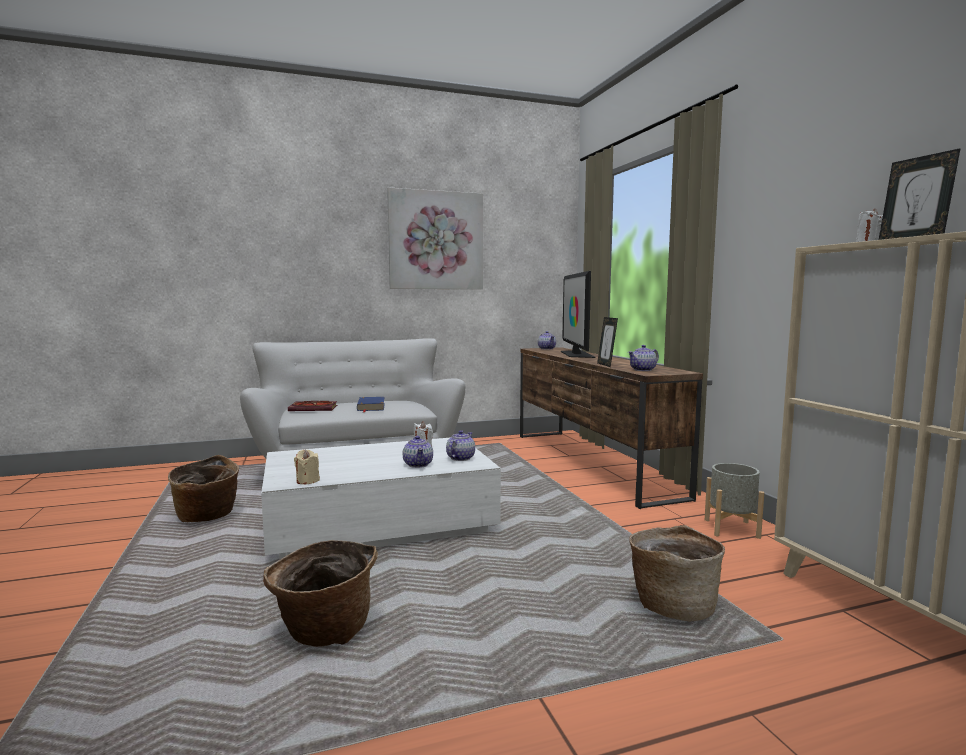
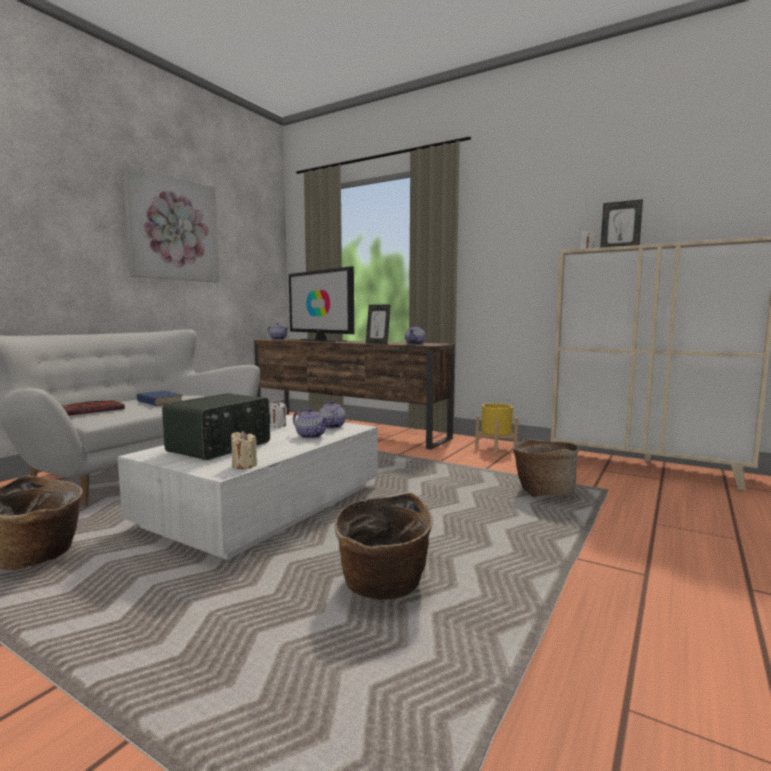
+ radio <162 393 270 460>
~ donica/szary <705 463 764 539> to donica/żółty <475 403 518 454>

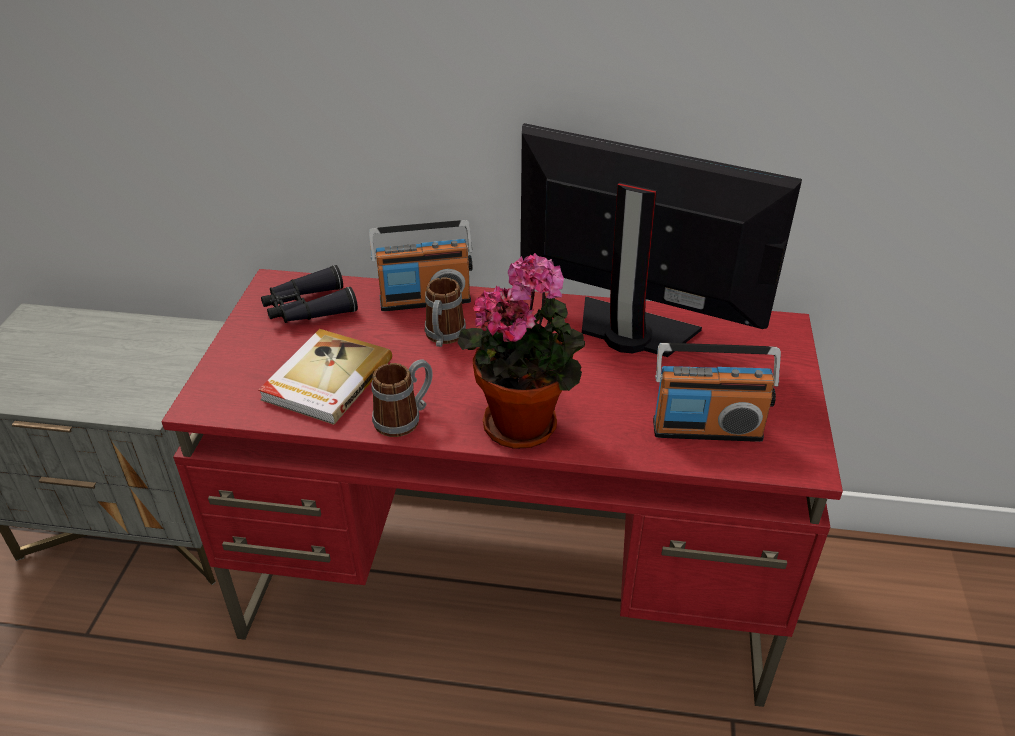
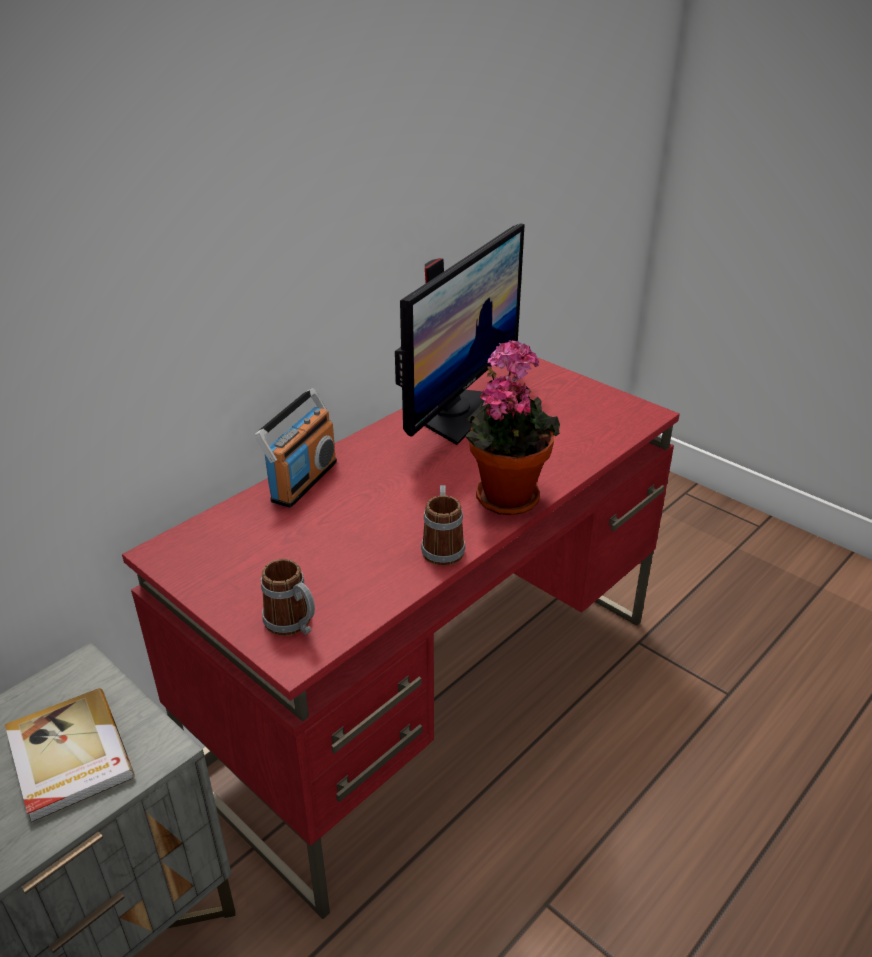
- lornetka/czarny <261 265 358 323>
- radio <653 343 781 442>
~ książka <258 329 392 425> to <5 688 135 823>
~ kubek <425 277 466 347> to <261 559 315 636>
~ monitor <520 123 802 357> = <395 223 525 445> 150 degrees clockwise

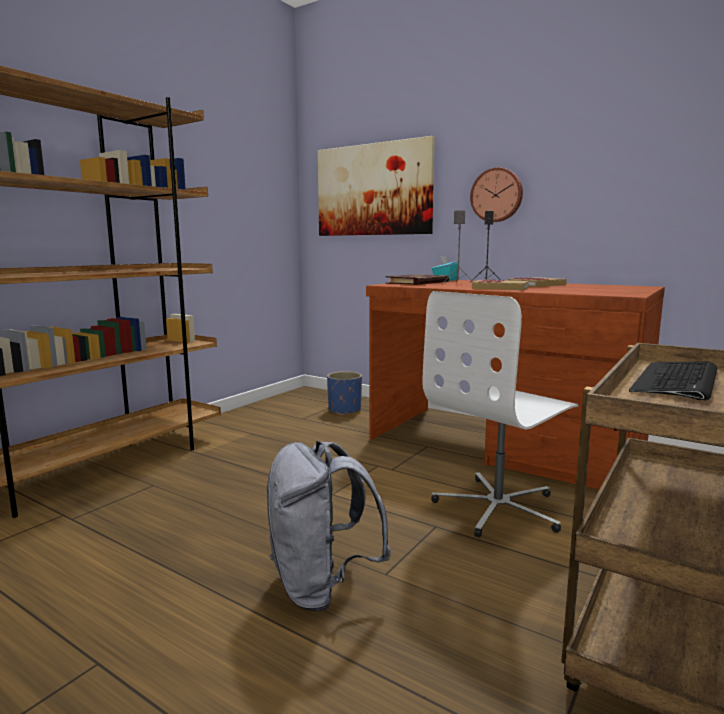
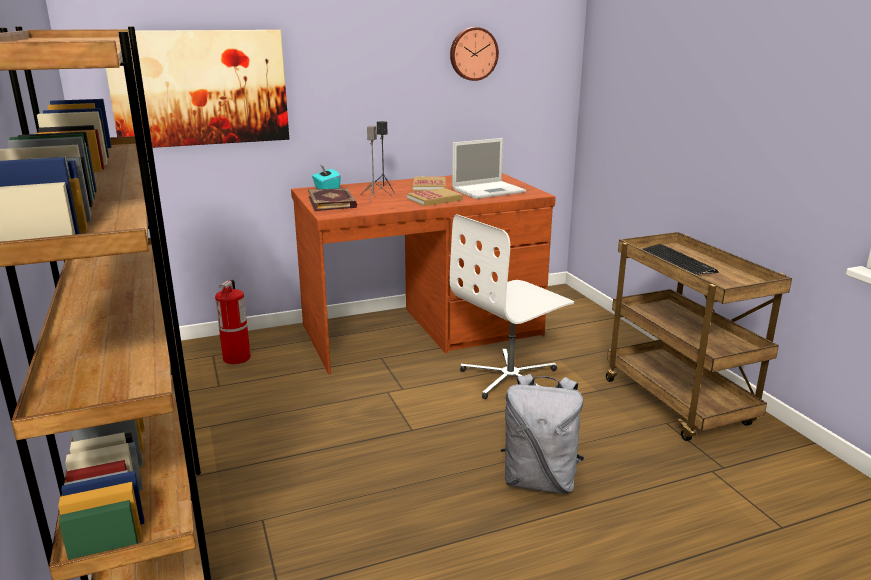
+ laptop <452 138 526 199>
~ zegar ścienny <470 168 523 222> to <450 27 499 81>
~ donica/niebieski <327 371 362 415> to gaśnica <215 280 251 364>
~ krzesło biurowe/biały <422 291 579 537> = <450 214 574 399> 60 degrees clockwise

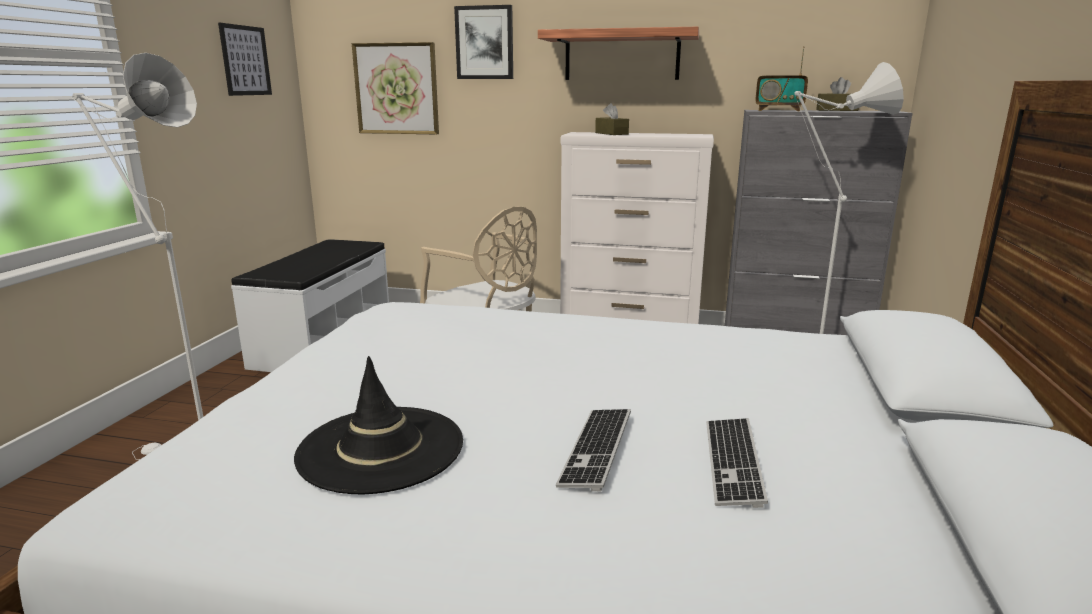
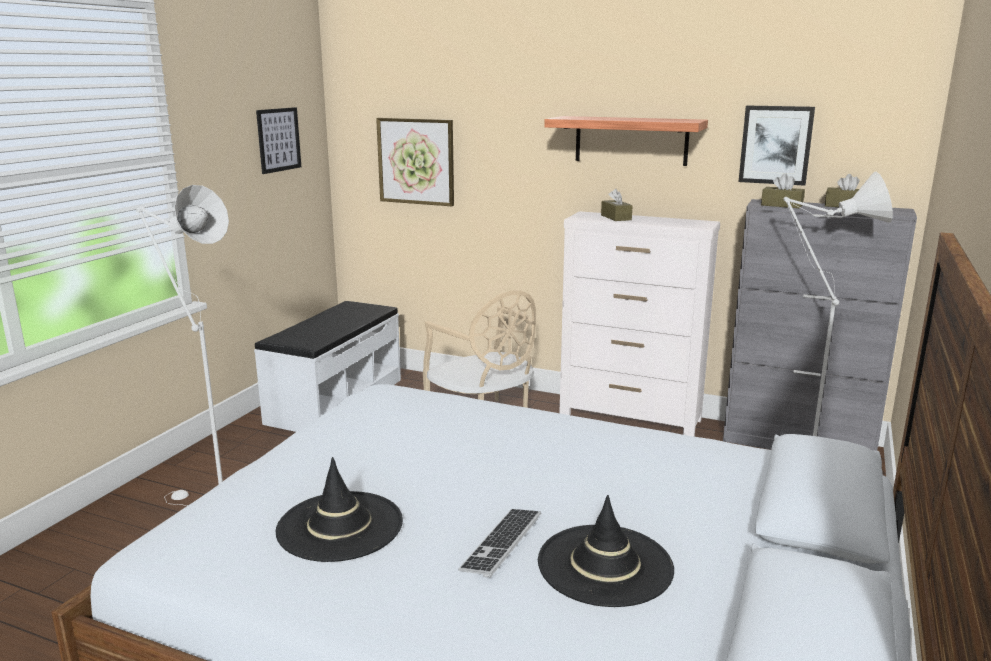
~ obraz <454 5 513 79> to <739 105 815 186>
~ klawiatura <706 418 768 508> to kapelusz/czarny <538 495 674 607>
~ radio <755 46 808 111> to pudełko chusteczek/brązowy <761 173 805 208>

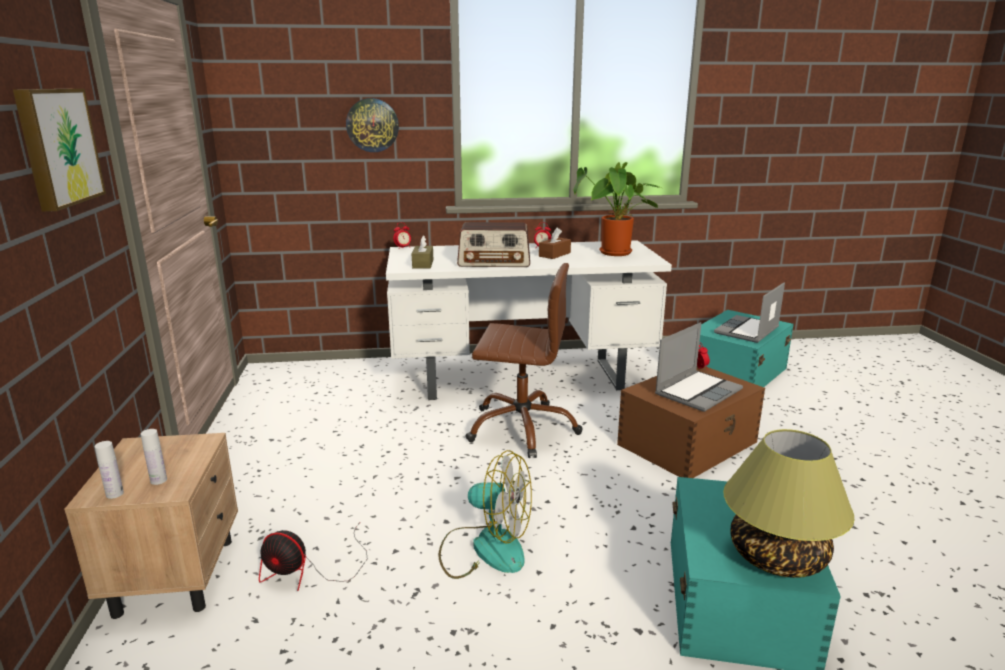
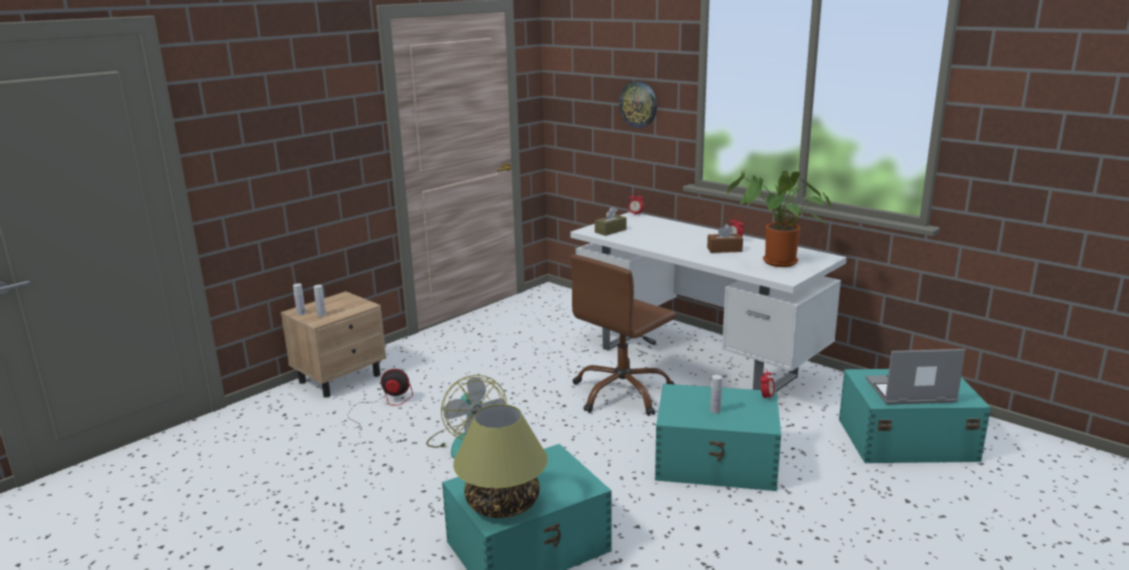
- obraz <13 89 106 212>
- radio <457 222 530 267>
~ laptop <655 322 743 412> to butelka/biały <710 375 722 413>
~ pojemnik do przechowywania/brązowy <617 366 765 478> to pojemnik do przechowywania/turkusowy <655 384 781 491>
~ wentylator <259 524 367 591> = <348 369 413 432> 120 degrees clockwise
~ krzesło biurowe/brązowy <465 263 583 458> = <570 254 676 416> 75 degrees clockwise

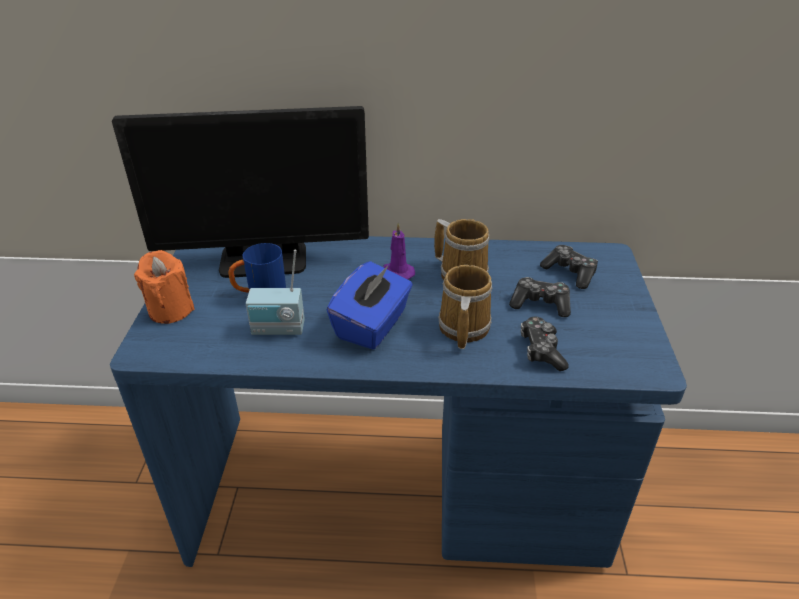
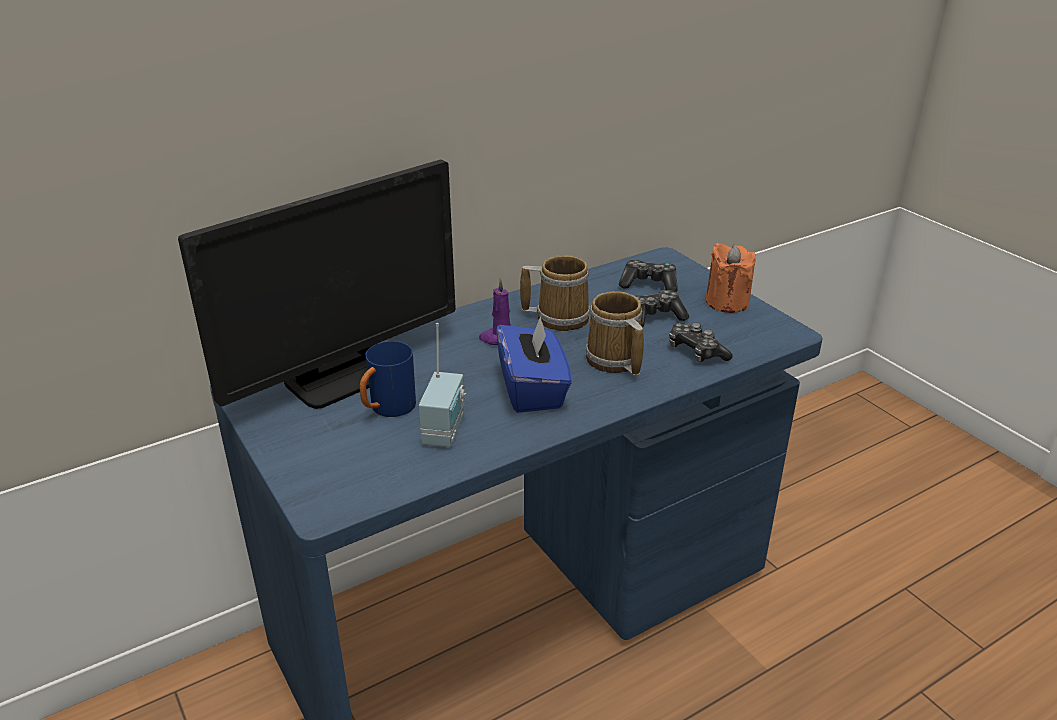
~ świeca/pomarańczowy <134 250 195 324> to <705 243 756 313>
~ radio <246 250 305 335> = <419 323 467 447> 45 degrees counterclockwise

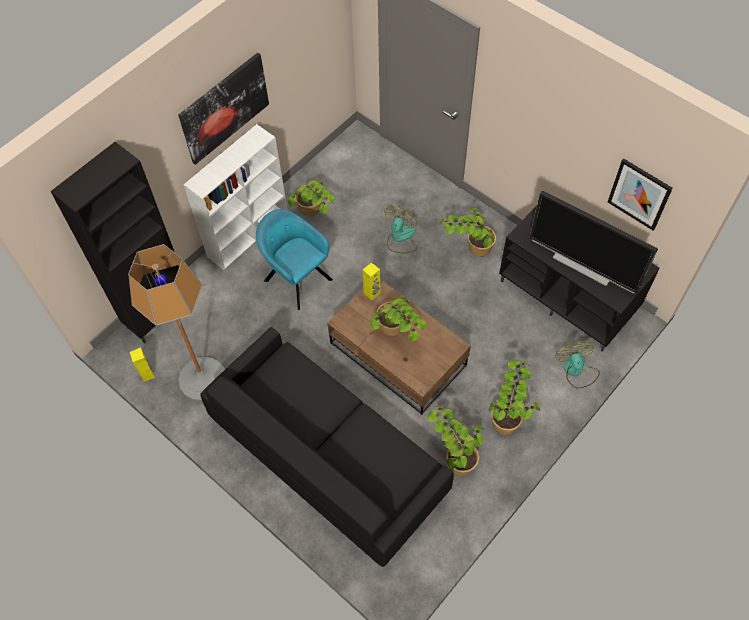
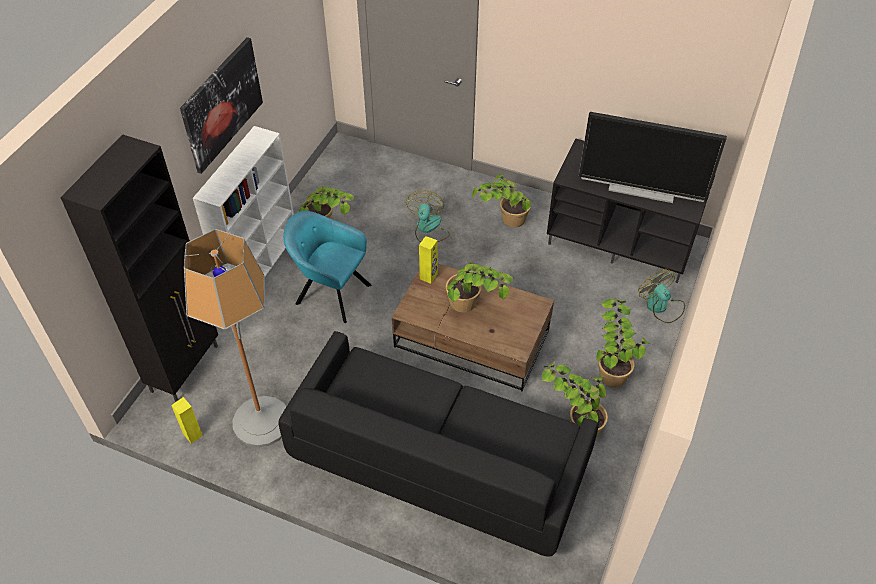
- obraz <608 158 673 231>

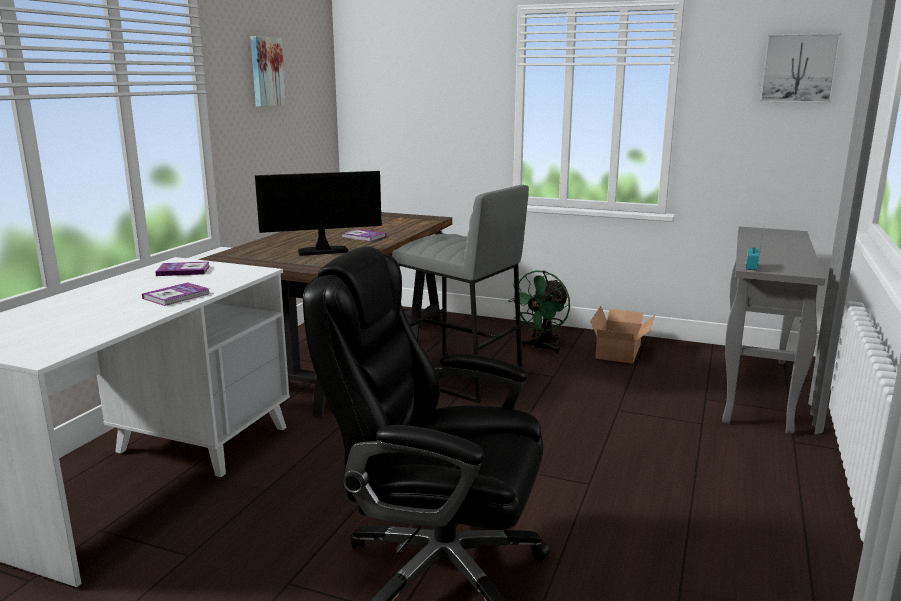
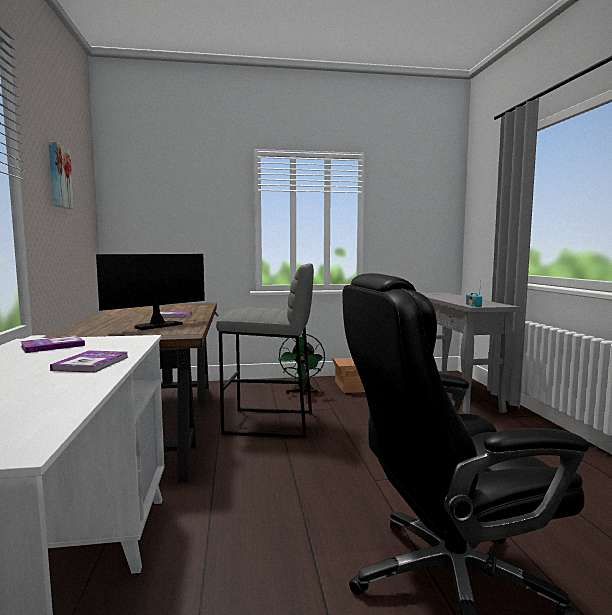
- obraz <760 33 841 103>

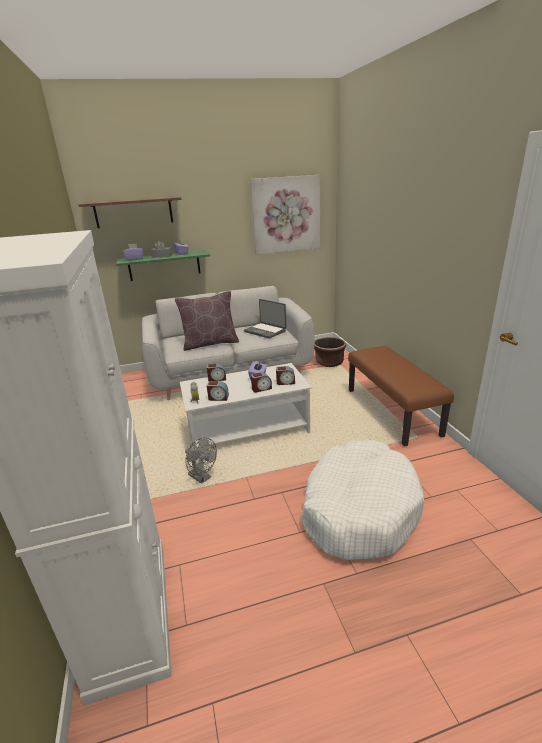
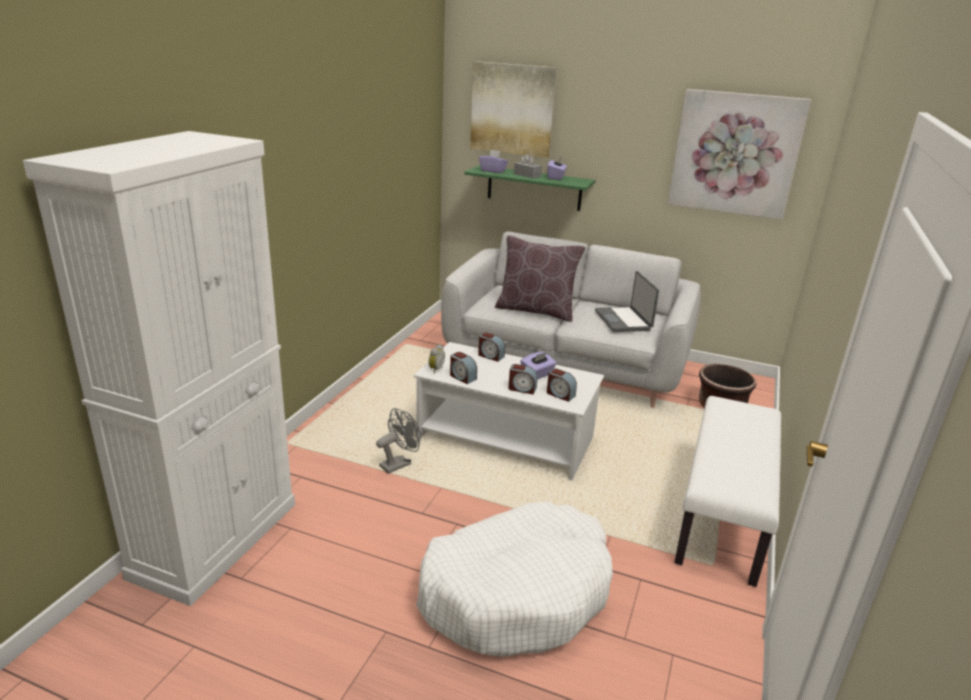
~ półka/brązowy <78 196 181 228> to obraz <470 61 556 158>
~ ławka/brązowy <348 346 454 446> to ławka/biały <674 396 781 587>
~ wentylator/szary <185 437 217 484> = <376 408 421 474> 120 degrees counterclockwise

